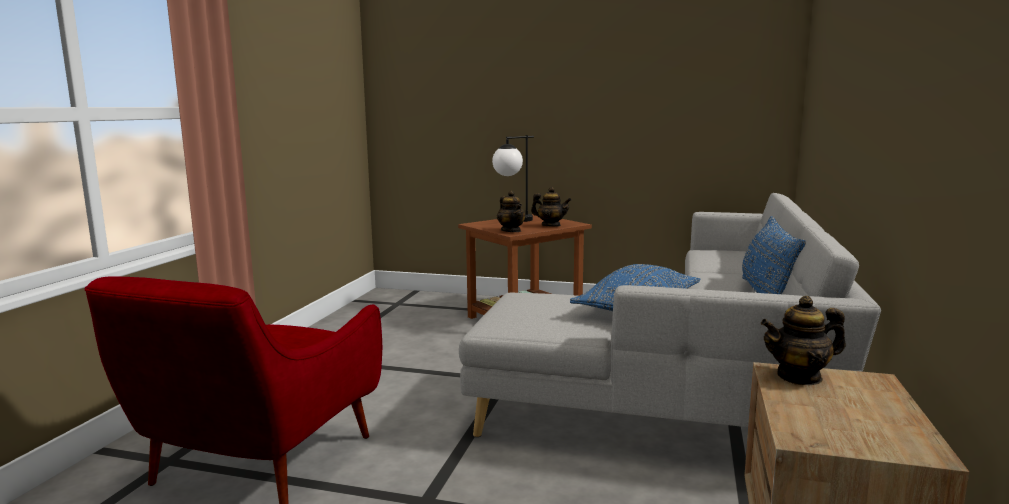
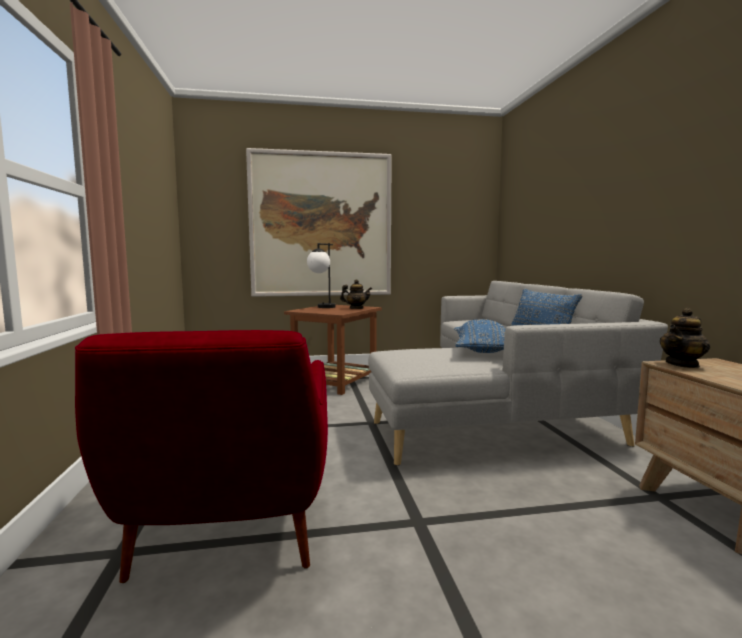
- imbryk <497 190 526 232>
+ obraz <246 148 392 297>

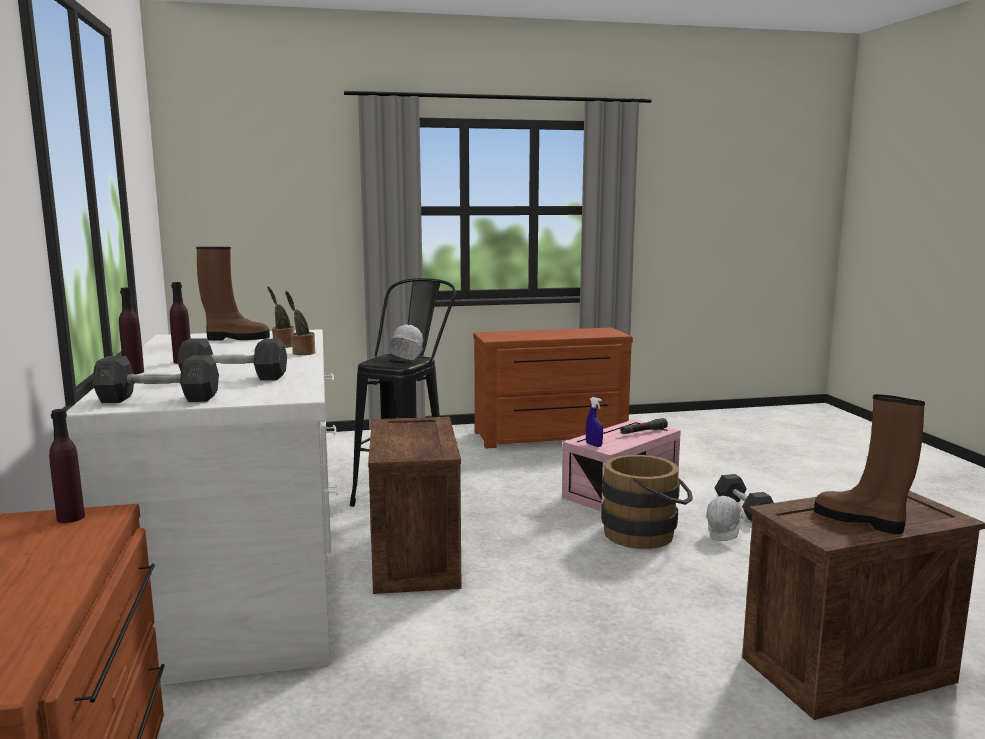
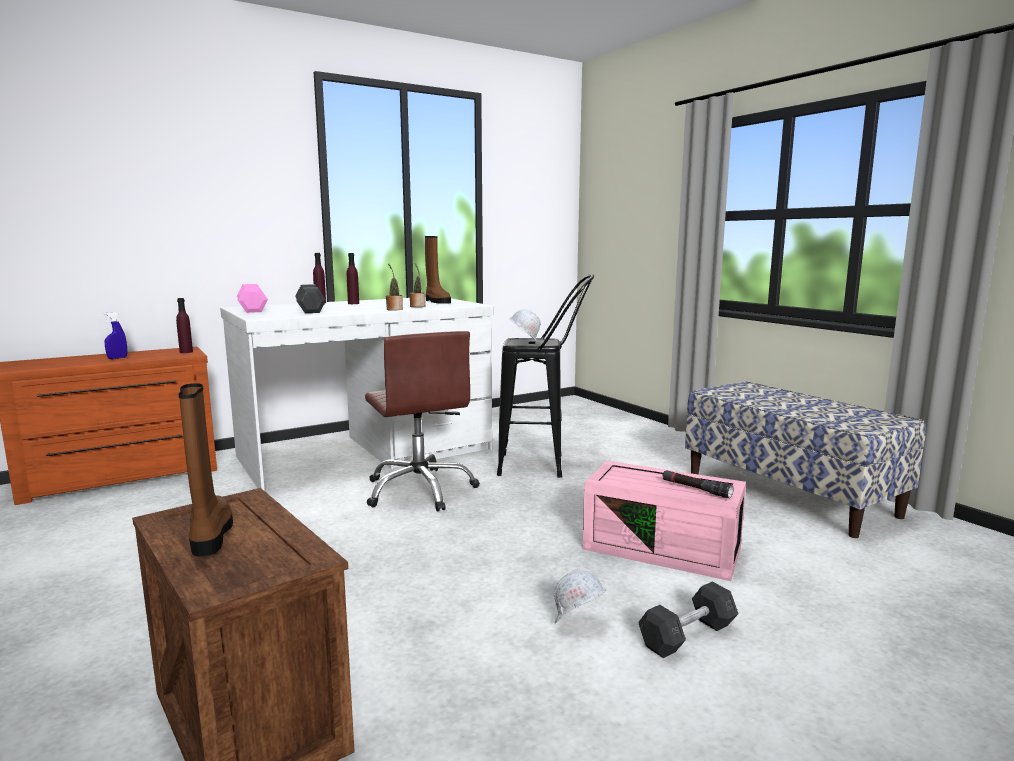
- wiadro/brązowy <601 455 693 549>
~ spryskiwacz/niebieski <586 397 603 447> to <103 312 128 359>
~ skrzynka <368 417 462 594> to krzesło biurowe/brązowy <365 331 480 512>
~ komoda/brązowy <473 327 633 448> to ławka <685 382 926 538>
~ hantel/szary <92 355 219 403> to hantel/różowy <237 284 268 313>
~ but z cholewką/brązowy <814 394 925 534> = <178 383 233 556> 45 degrees counterclockwise

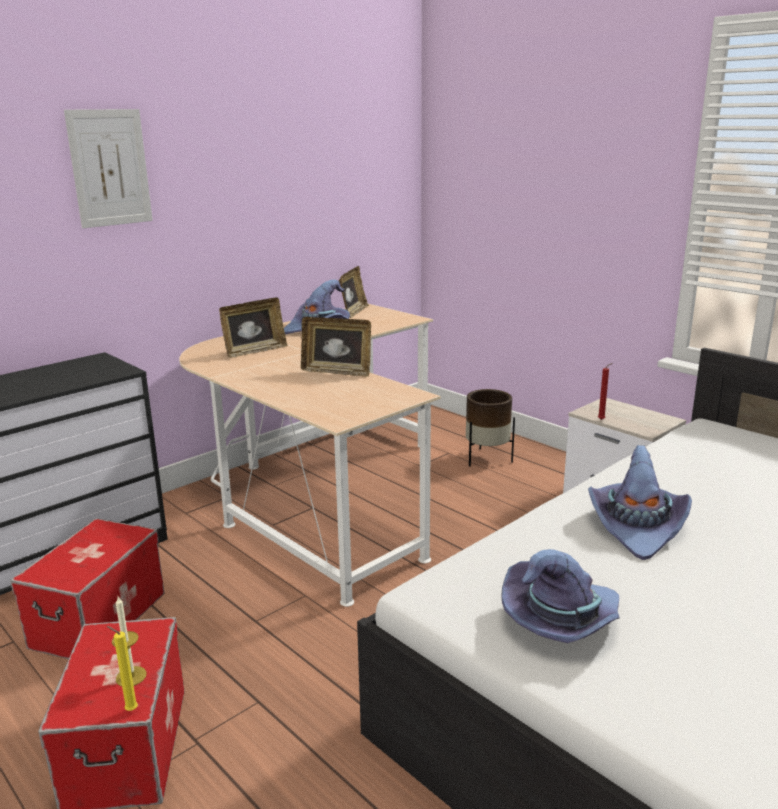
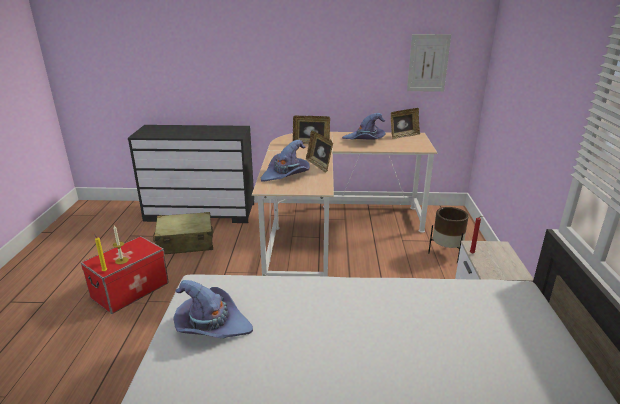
~ obraz <64 109 153 228> to <407 34 451 92>
~ kapelusz/fioletowy <588 445 692 560> to <261 140 310 182>
~ pojemnik do przechowywania <10 518 164 659> to walizka/beżowy <153 212 213 254>

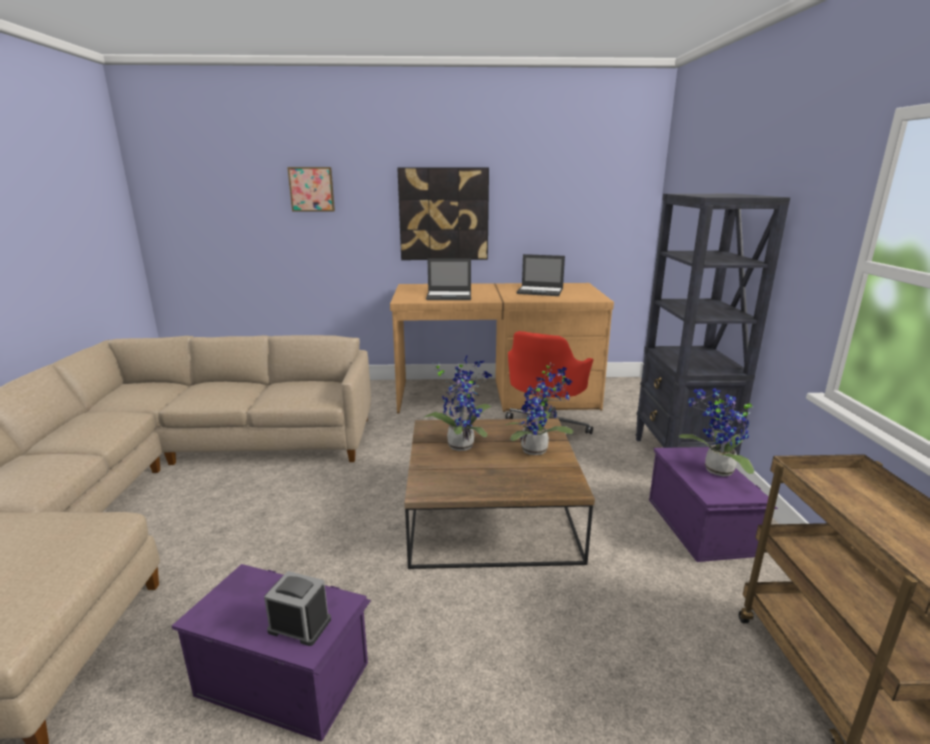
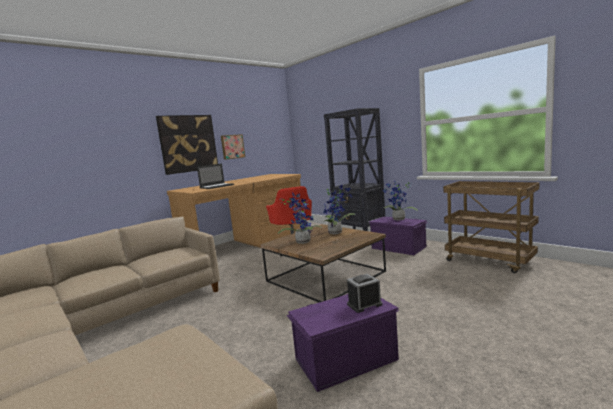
- laptop <516 254 565 296>
~ obraz <287 167 335 212> to <221 134 245 160>

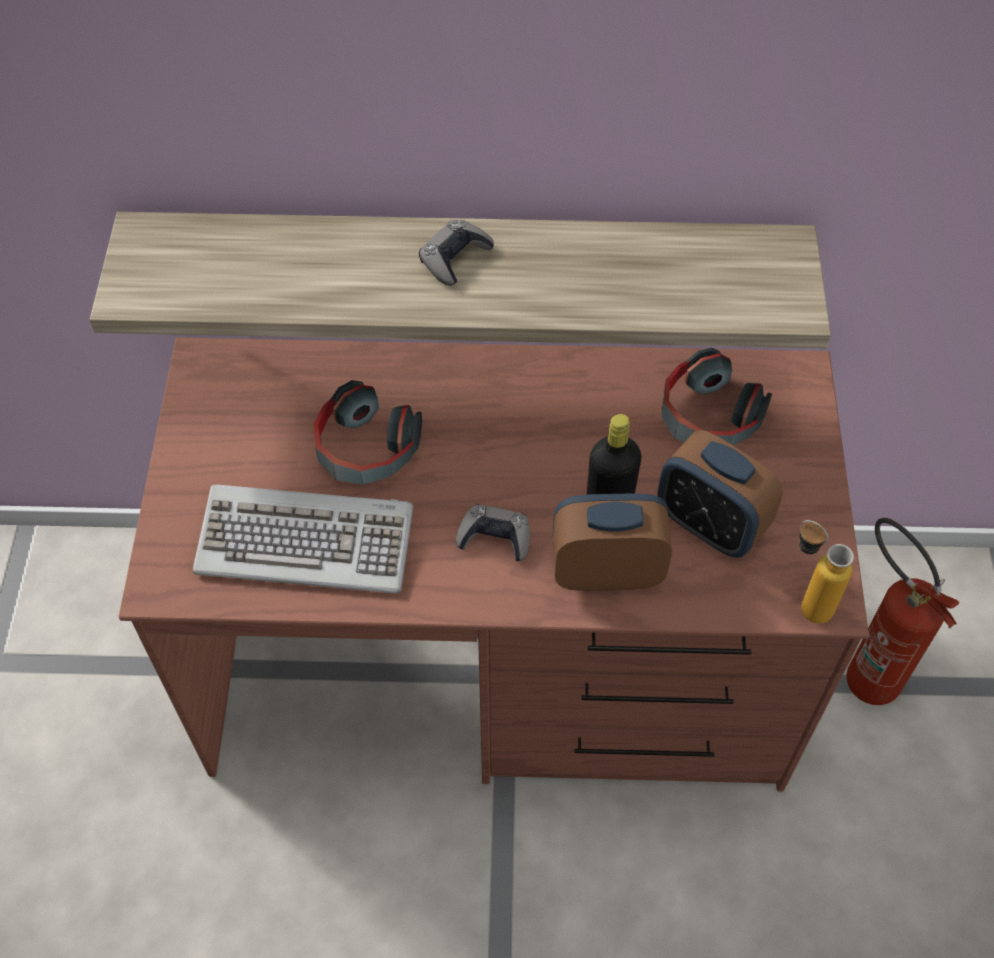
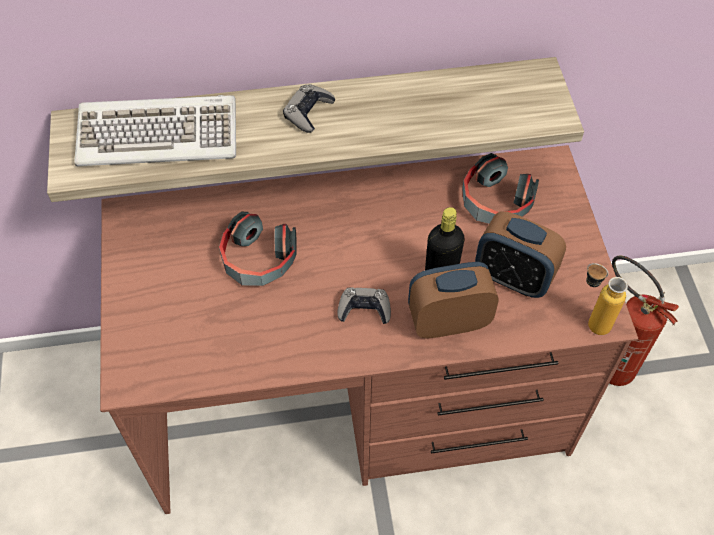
~ klawiatura <193 484 413 593> to <75 95 236 166>

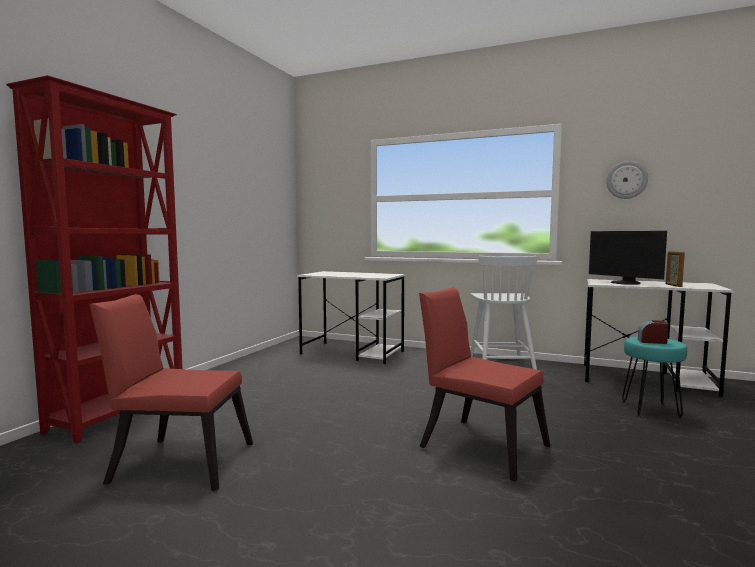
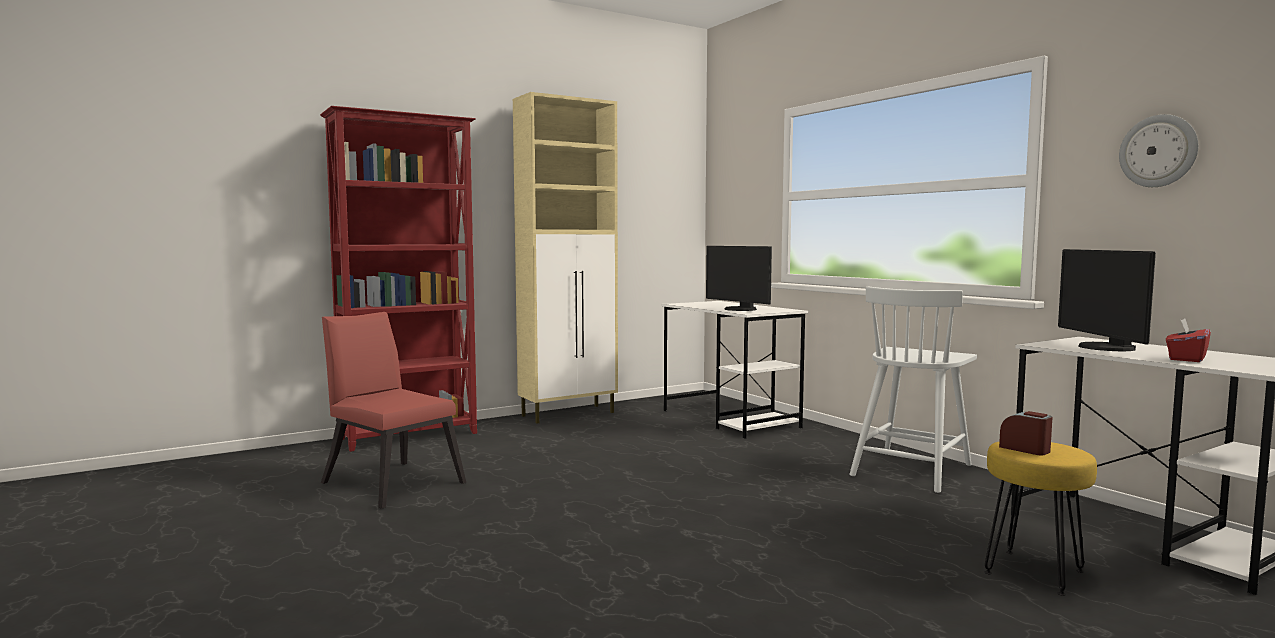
- krzesło/czerwony <419 288 551 482>
+ szafka/beżowy <513 92 618 423>
+ monitor <706 246 772 311>
~ ramka na zdjęcie <666 251 685 287> to pudełko chusteczek/czerwony <1166 319 1211 362>
~ stołek/turkusowy <622 336 687 419> to stołek/żółty <984 442 1097 596>

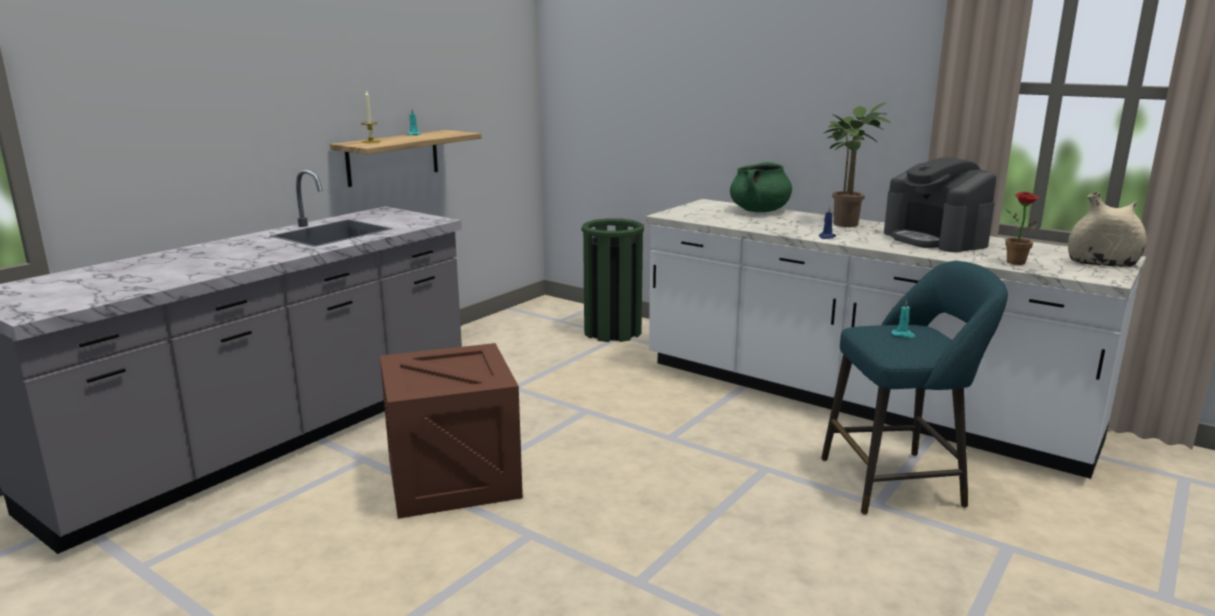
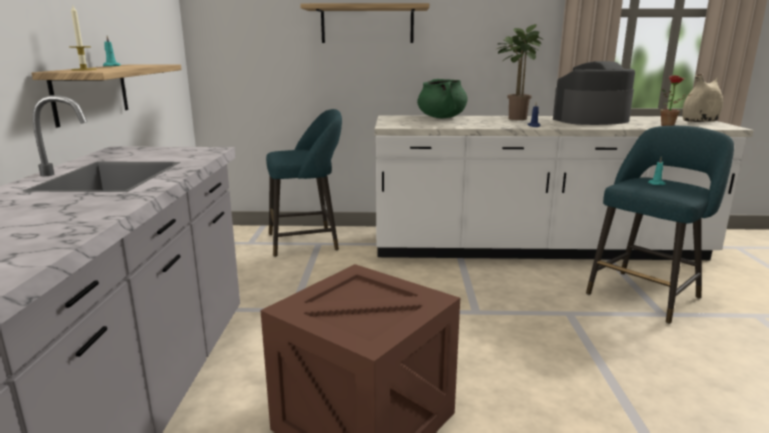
+ półka <300 3 429 43>
~ kosz na śmieci/zielony <581 218 644 342> to stołek/turkusowy <266 109 342 257>
~ ekspres do kawy <884 157 997 252> = <553 61 635 125> 135 degrees clockwise

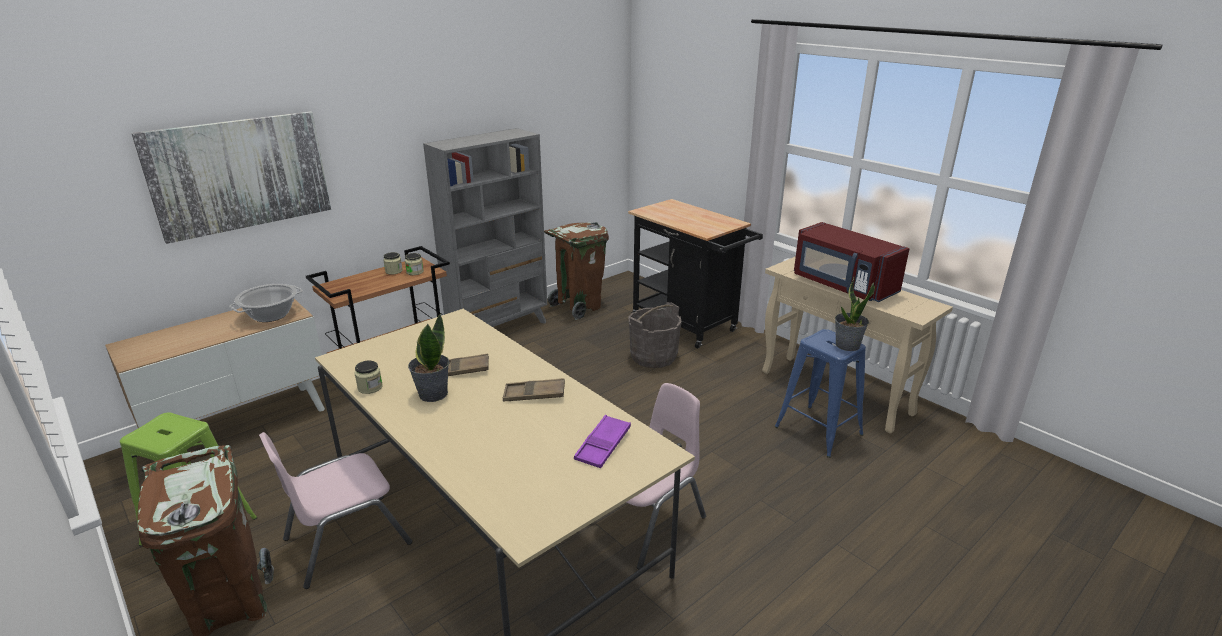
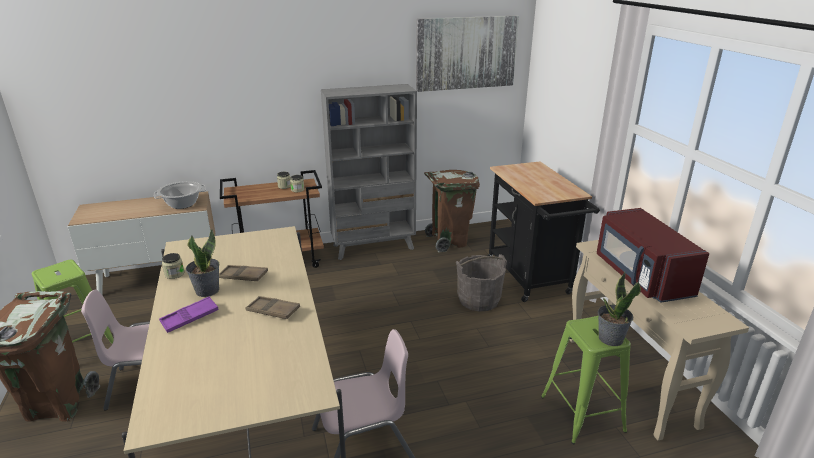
~ obraz <131 111 331 244> to <416 16 519 92>
~ taca/fioletowy <574 415 631 468> to <159 296 219 333>
~ stołek/niebieski <775 329 866 458> to stołek/zielony <541 316 631 444>

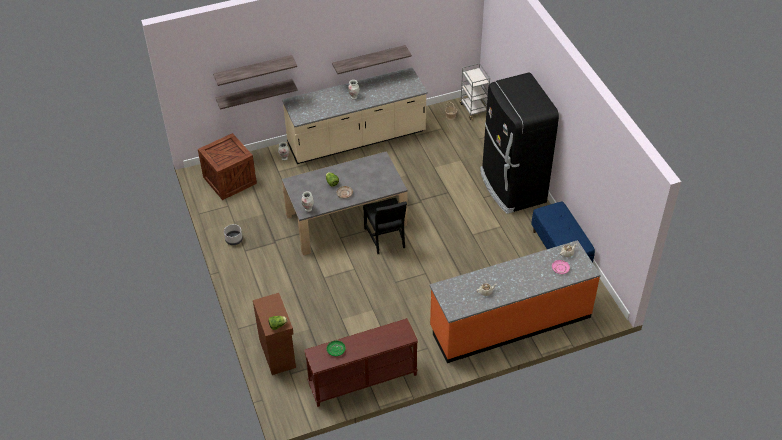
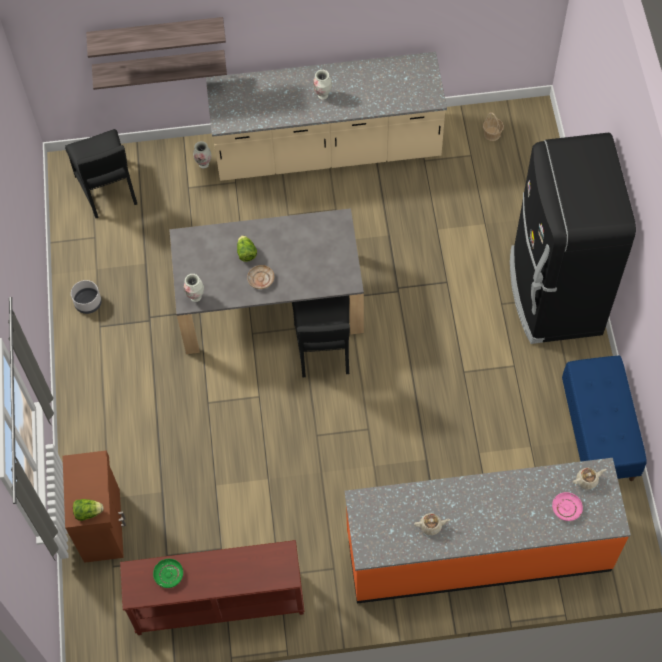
- półka <332 45 412 74>
- wózek/szary <460 63 490 120>
~ skrzynka <198 133 257 200> to krzesło/czarny <65 129 137 218>

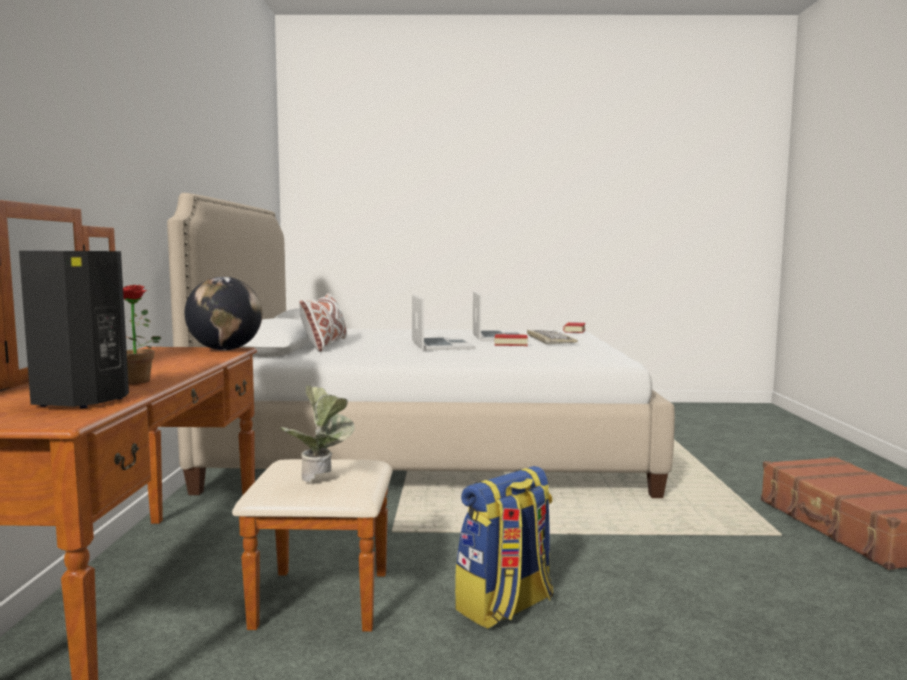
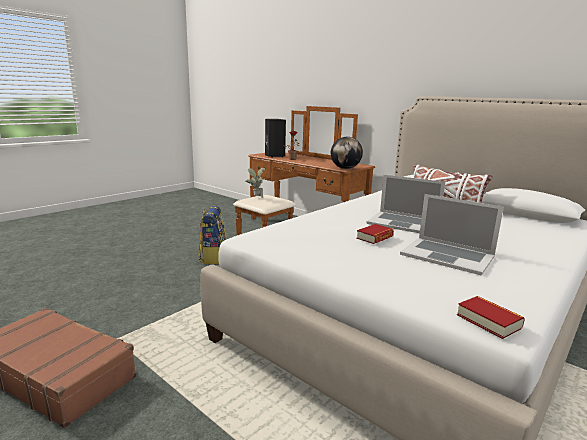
- klawiatura <527 330 578 344>

